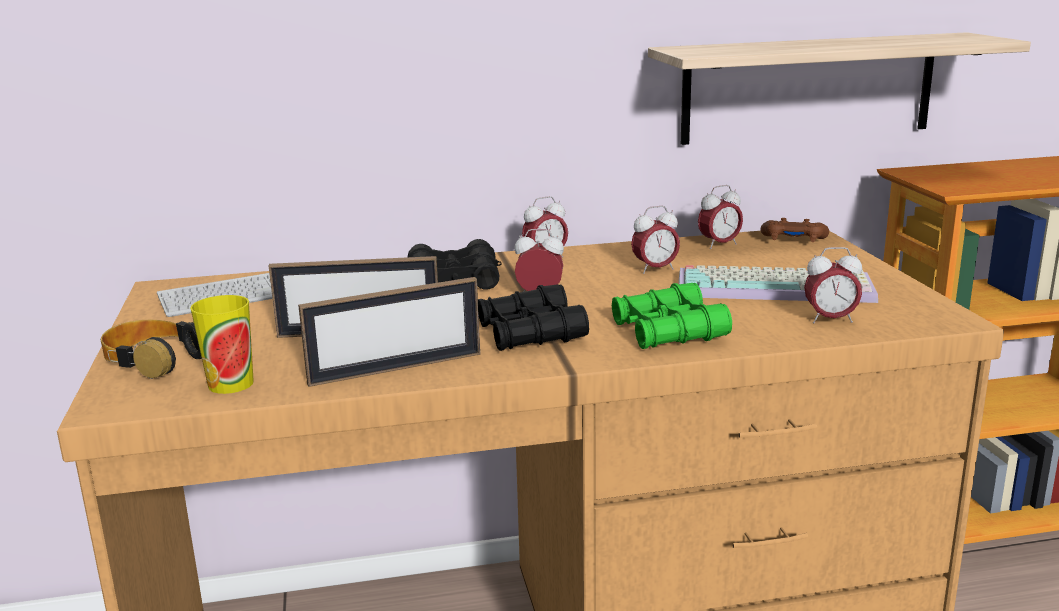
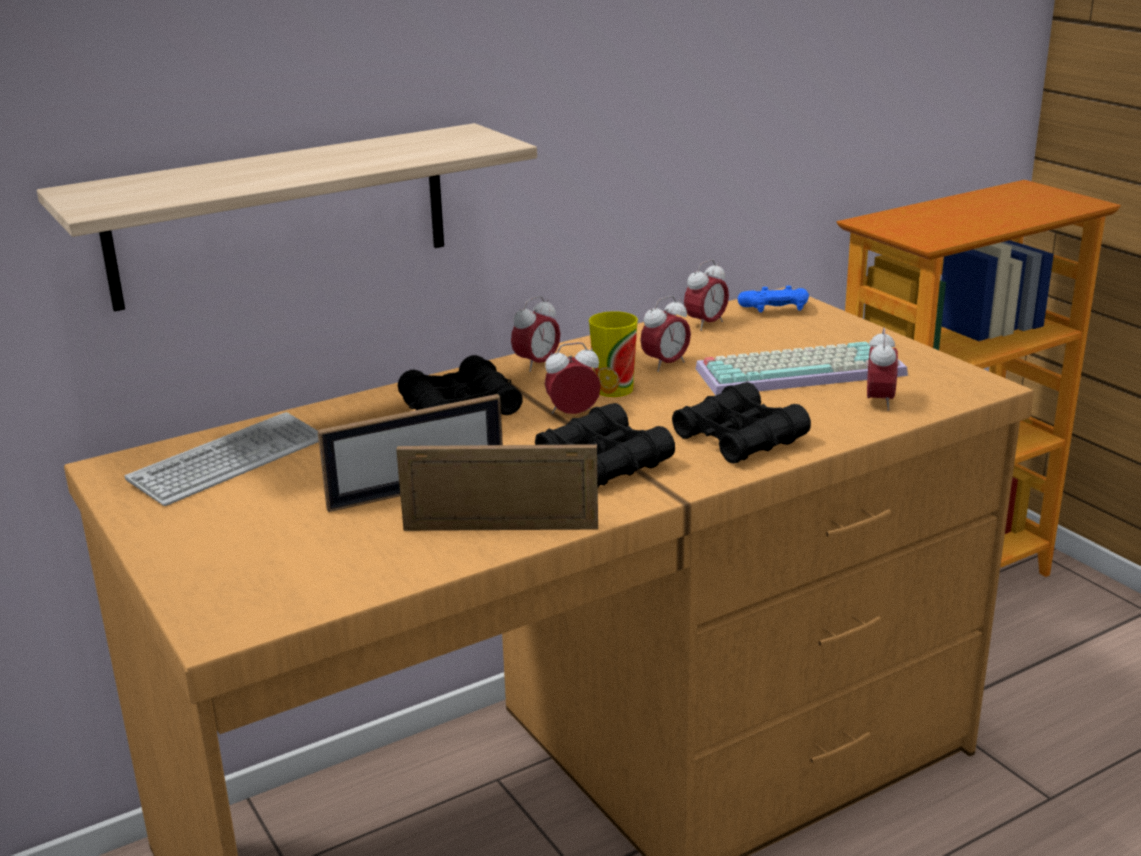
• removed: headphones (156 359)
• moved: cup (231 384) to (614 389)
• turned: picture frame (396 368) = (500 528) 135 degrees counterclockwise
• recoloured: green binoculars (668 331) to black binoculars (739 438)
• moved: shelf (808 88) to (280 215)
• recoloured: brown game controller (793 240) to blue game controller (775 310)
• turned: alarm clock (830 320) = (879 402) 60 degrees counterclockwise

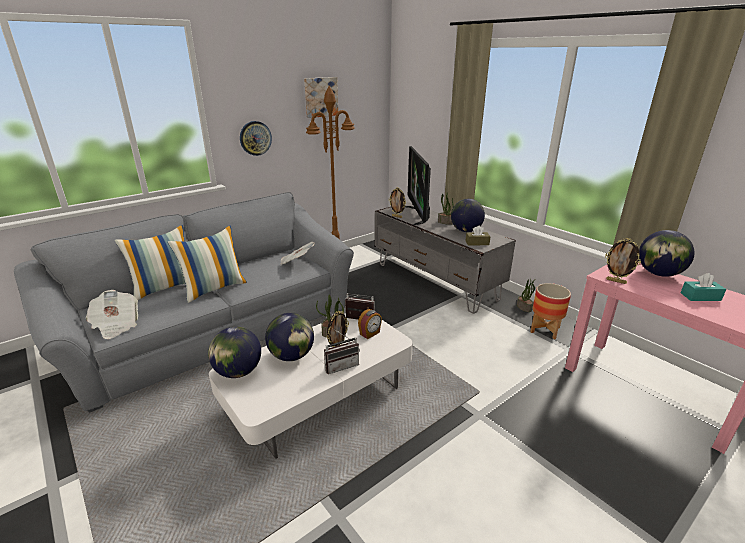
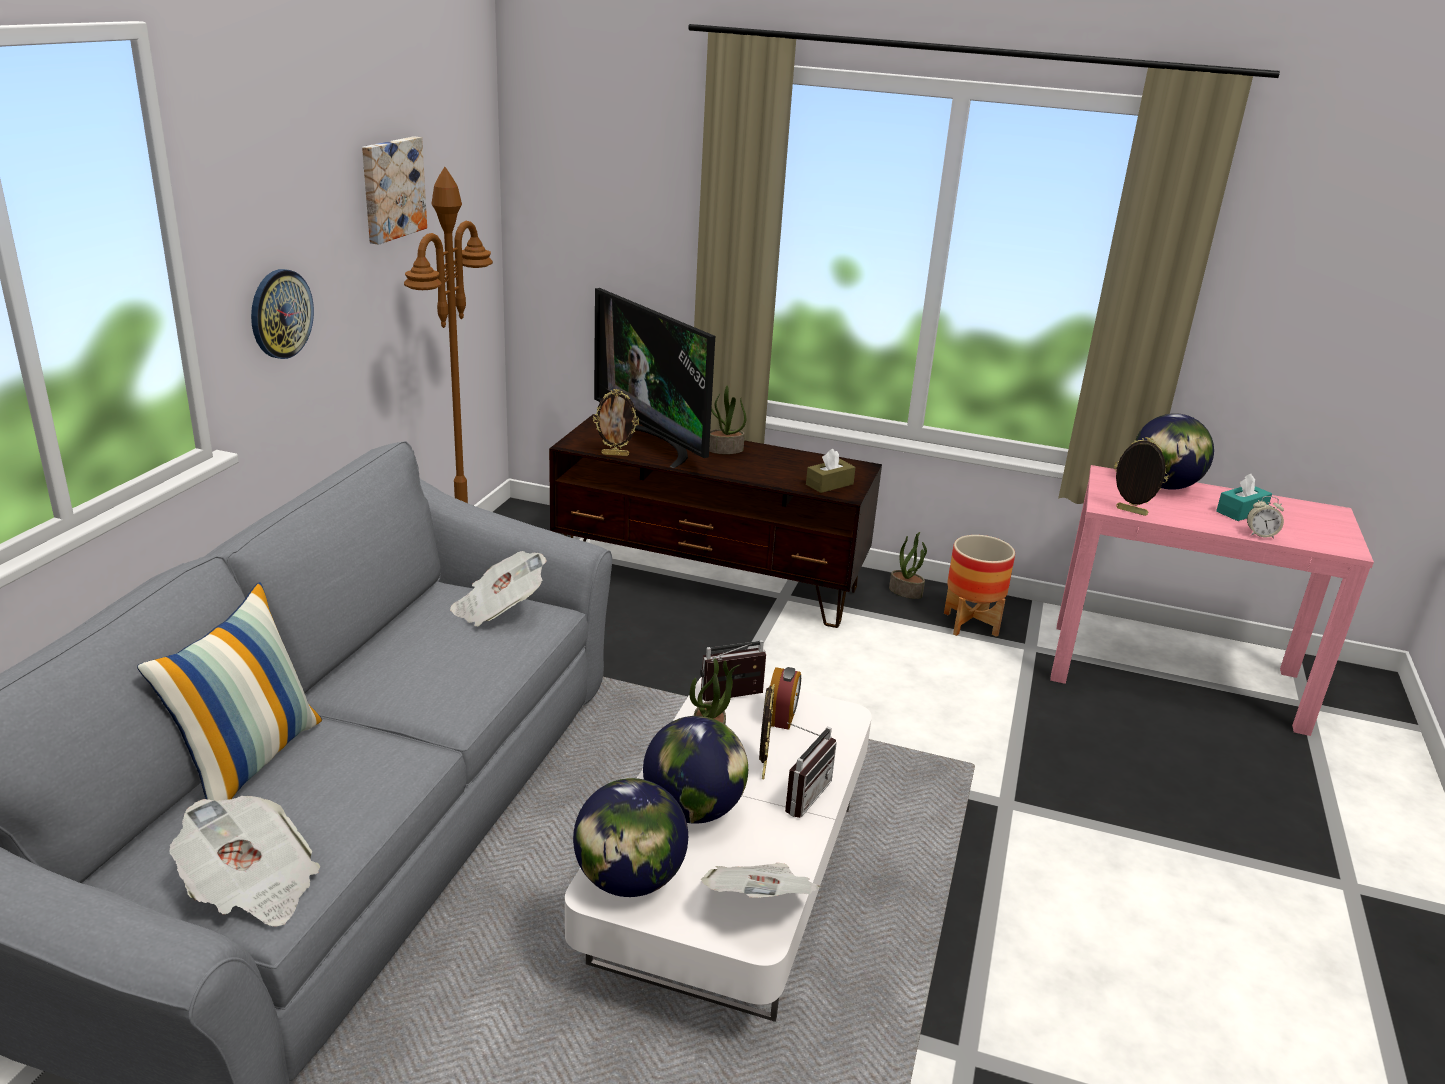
• removed: pillow (214 288)
• recoloured: grey tv stand (435 281) to brown tv stand (710 579)
• removed: globe (466 231)
• turned: picture frame (616 281) = (1131 512) 150 degrees counterclockwise
• added: newspaper (759 903)
• added: alarm clock (1260 535)

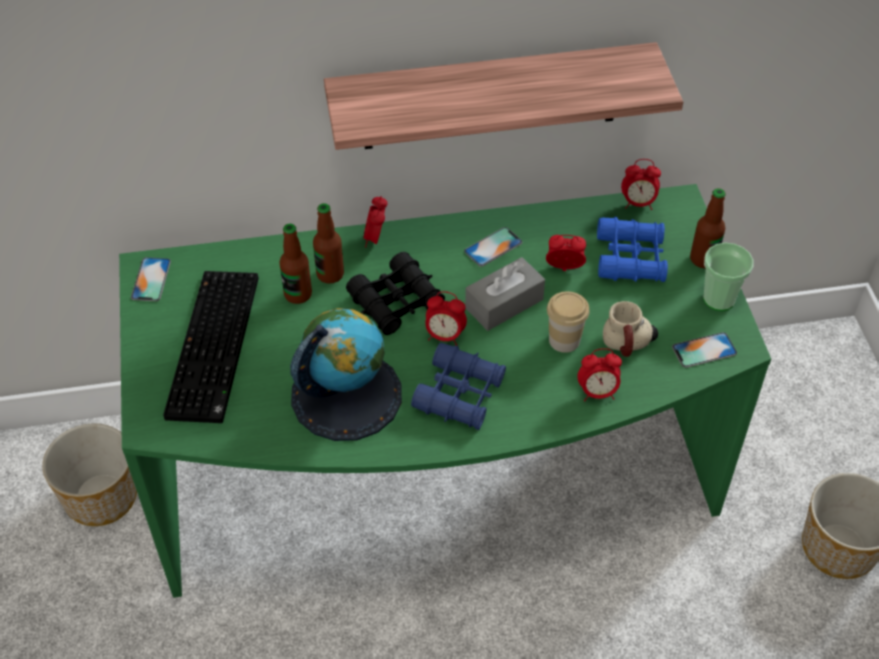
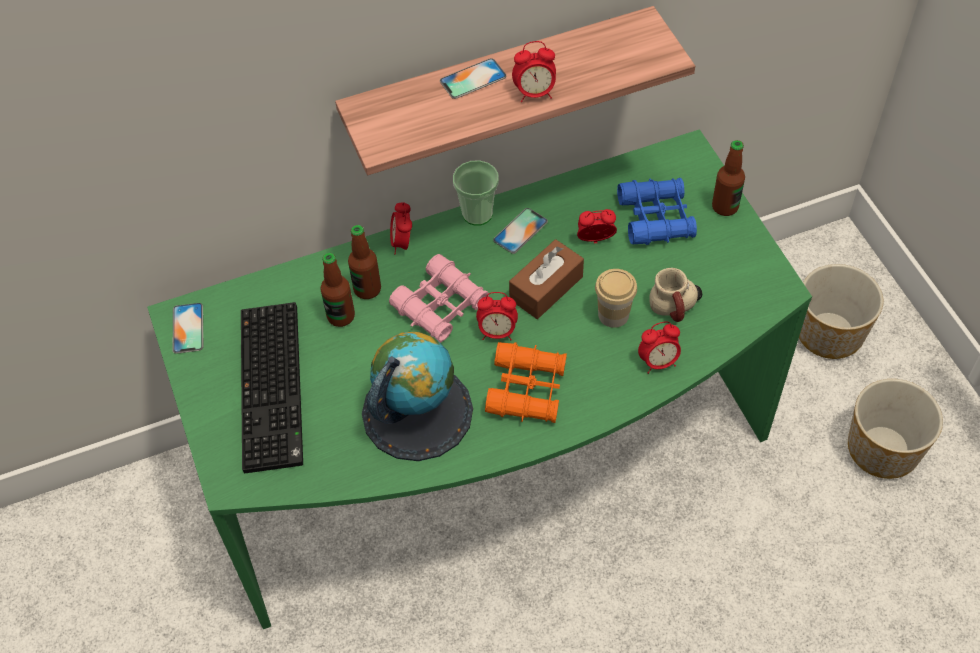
• moved: planter (102 496) to (830 332)
• recoloured: black binoculars (396 301) to pink binoculars (440 305)
• recoloured: blue binoculars (459 394) to orange binoculars (527 389)
• recoloured: grey tissue box (504 303) to brown tissue box (546 288)
• moved: alarm clock (638 203) to (534 93)
• moved: phone (704 350) to (473 79)
• moved: cup (719 299) to (477 214)

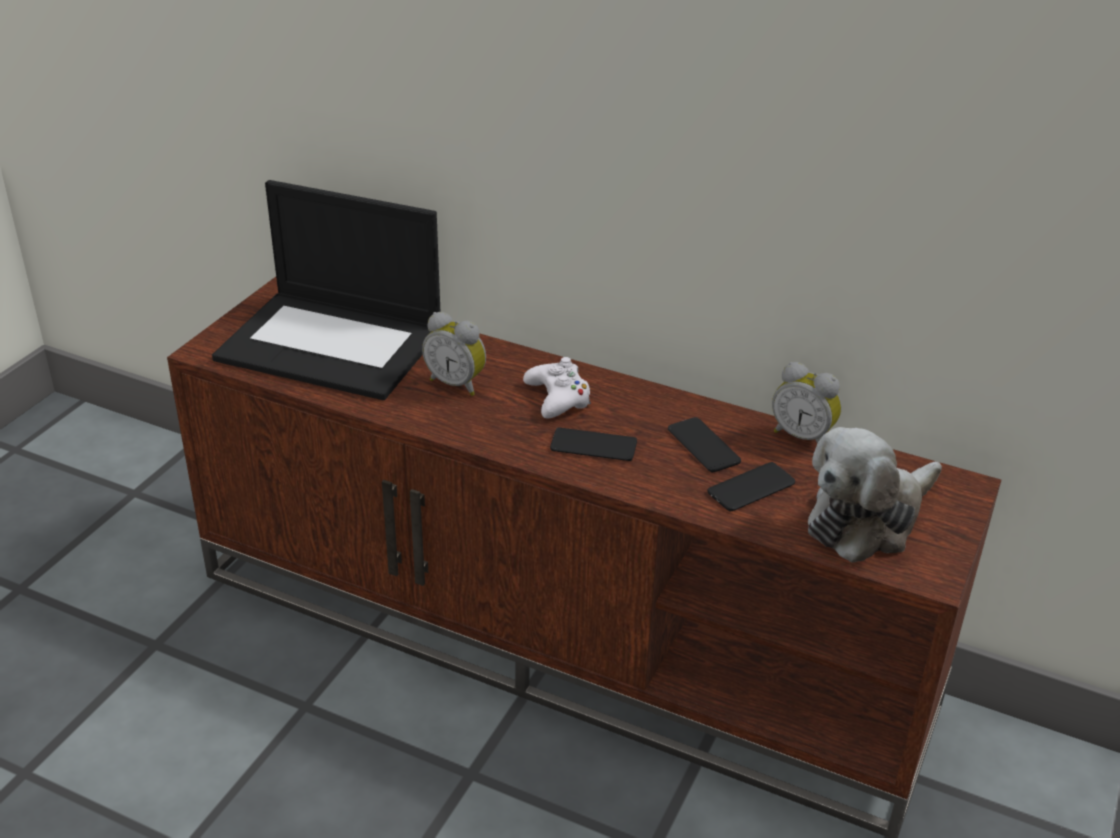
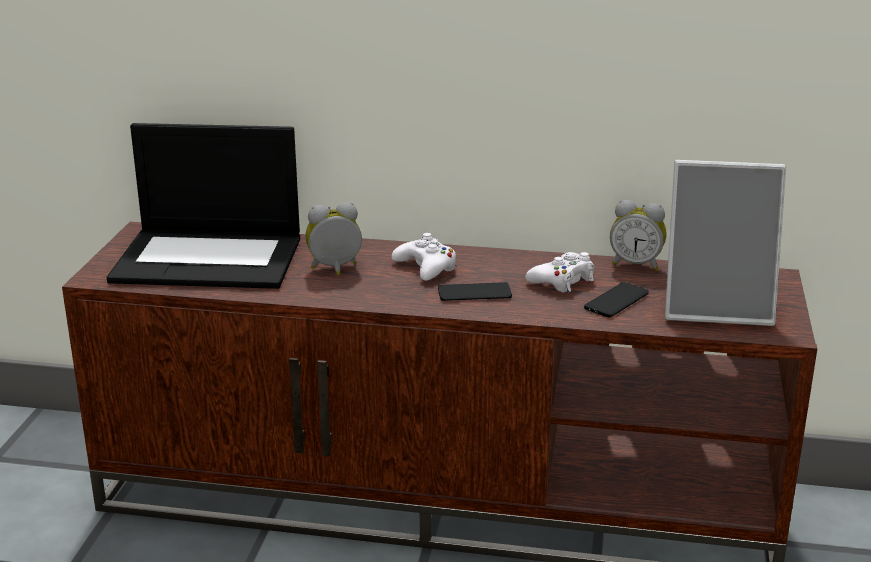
• turned: alarm clock (457 383) = (335 269) 150 degrees clockwise
• replaced: phone (703 445) to white game controller (562 281)
• replaced: plush toy (867 520) to picture frame (717 307)

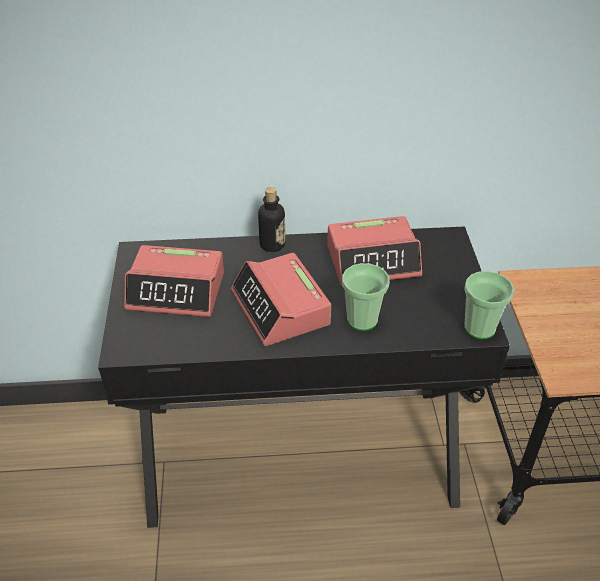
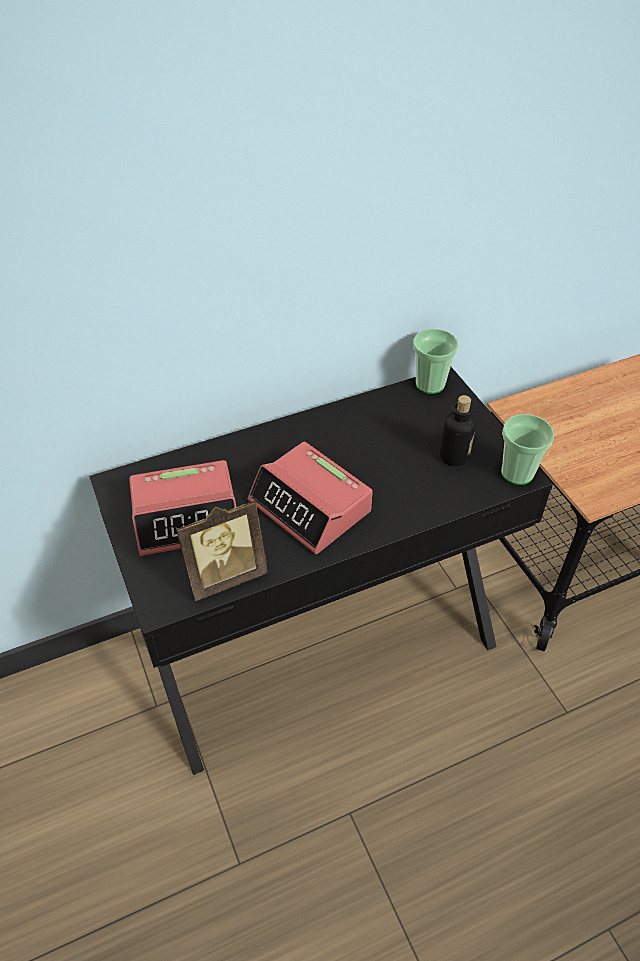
• moved: bottle (272 245) to (454 457)
• removed: alarm clock (373 260)
• moved: cup (362 320) to (430 384)
• added: picture frame (225 575)

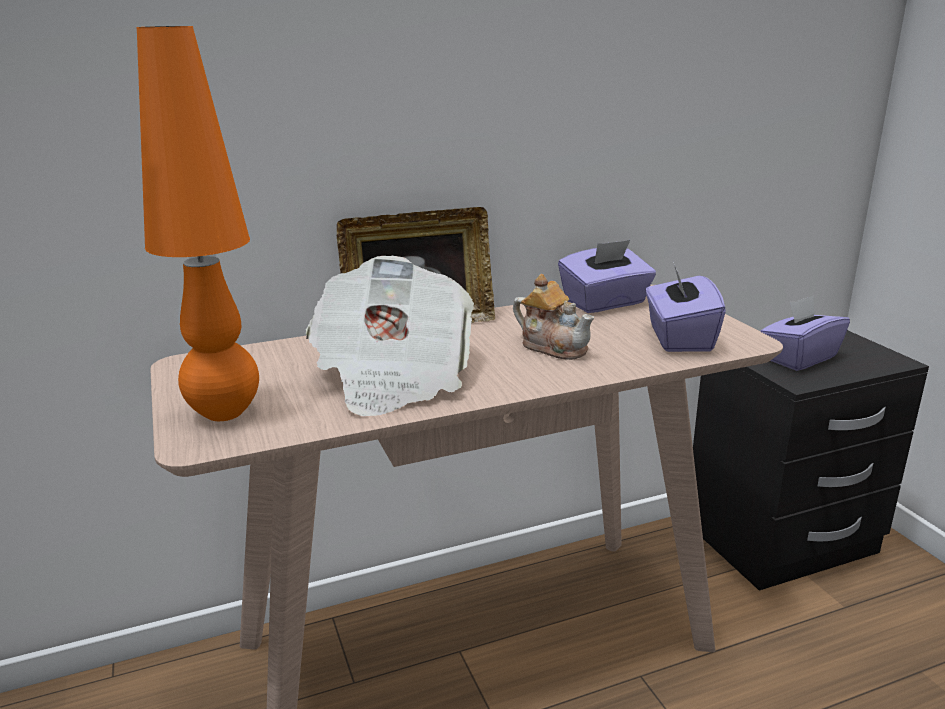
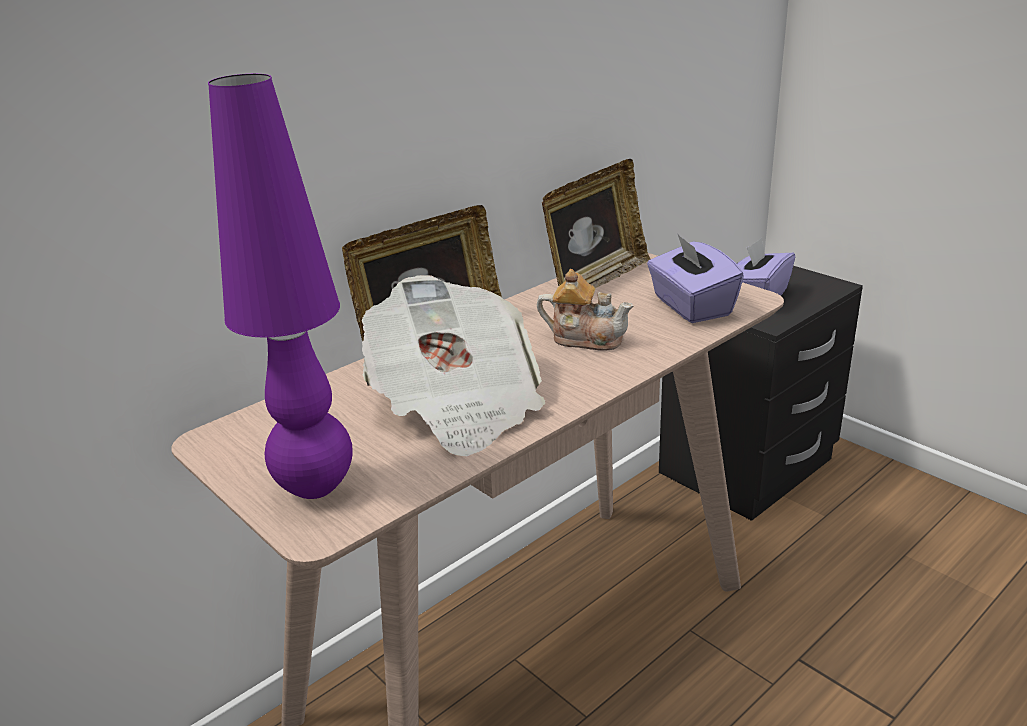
• recoloured: orange table lamp (225 413) to purple table lamp (316 487)
• replaced: purple tissue box (605 303) to picture frame (595 280)

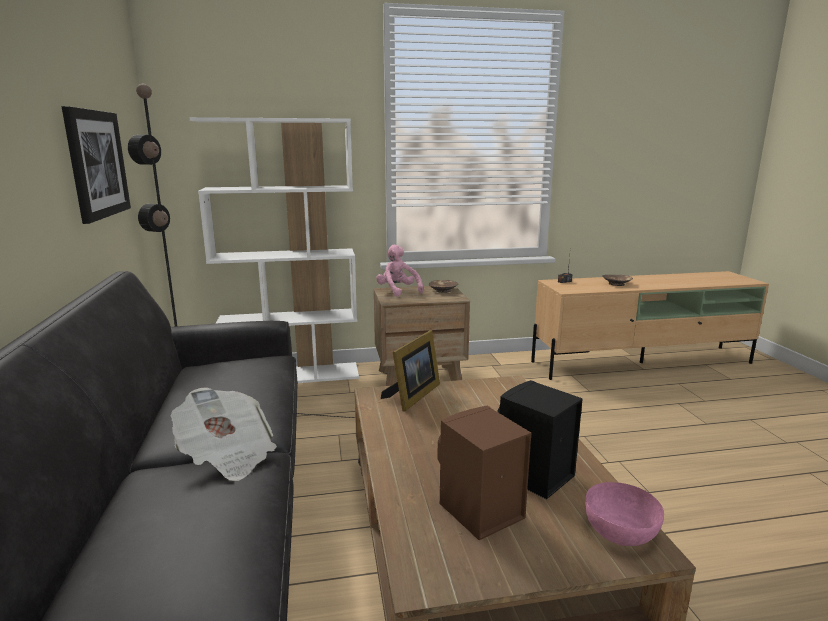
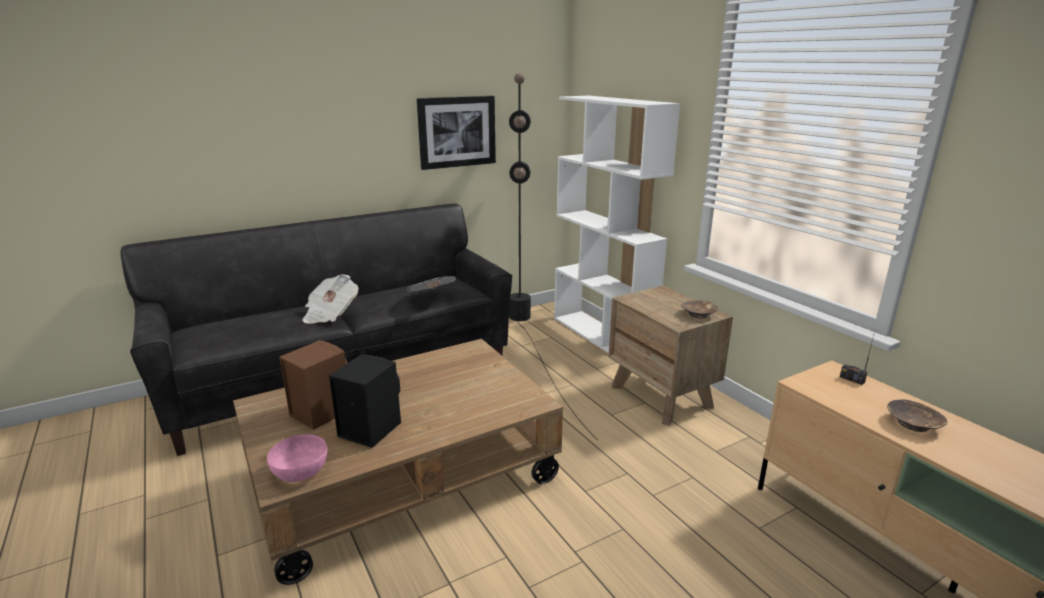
• removed: pink plush toy (398 291)
• removed: picture frame (412 396)
• added: newspaper (432 297)

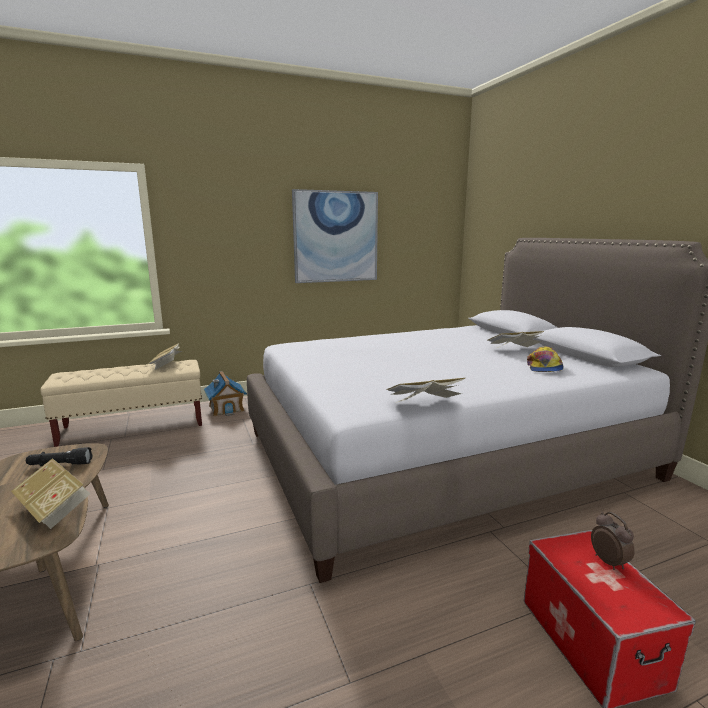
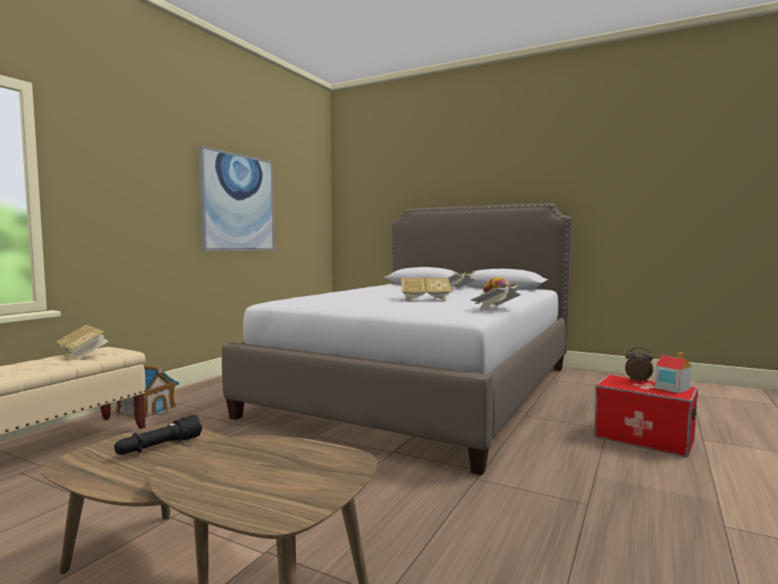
• moved: book (54 508) to (425 299)
• added: toy house (671 388)

